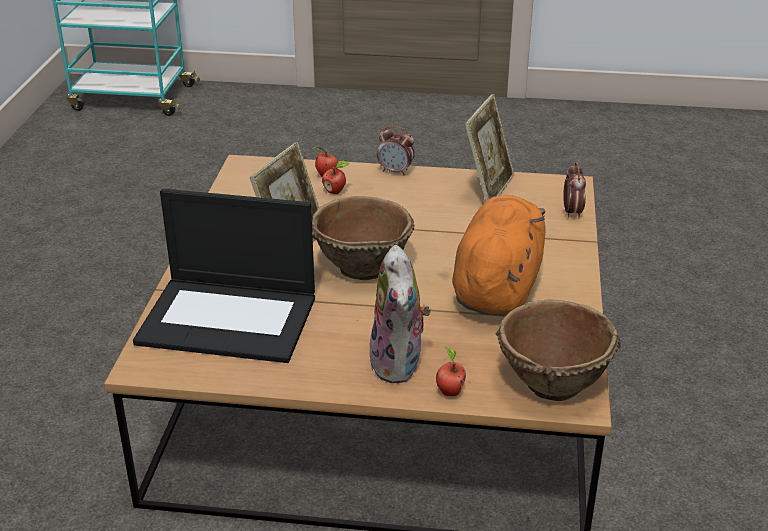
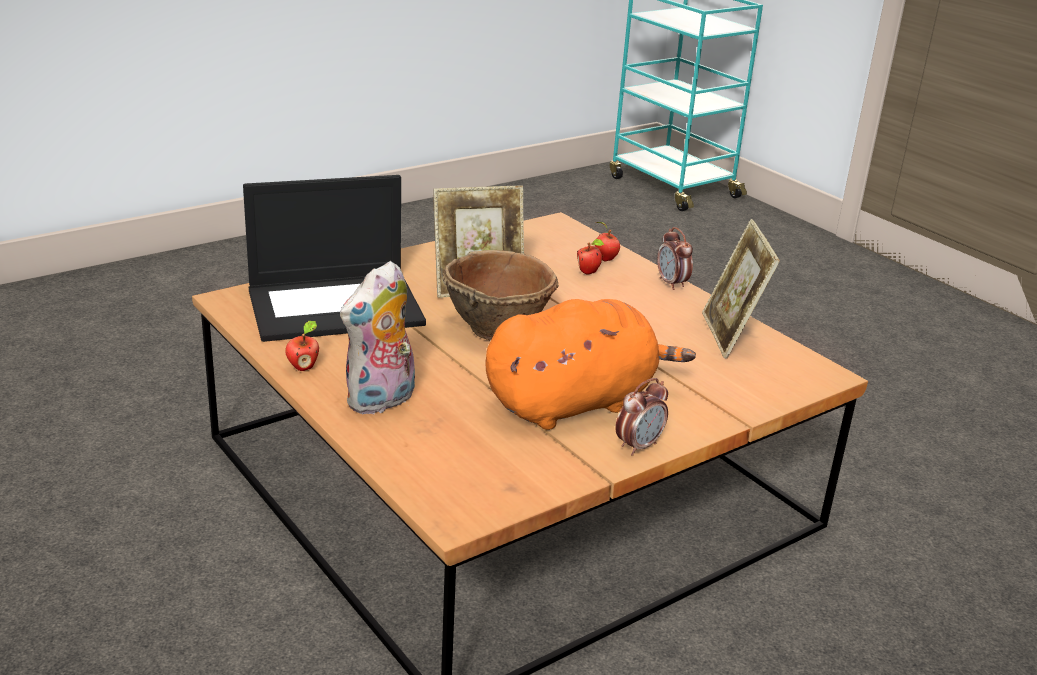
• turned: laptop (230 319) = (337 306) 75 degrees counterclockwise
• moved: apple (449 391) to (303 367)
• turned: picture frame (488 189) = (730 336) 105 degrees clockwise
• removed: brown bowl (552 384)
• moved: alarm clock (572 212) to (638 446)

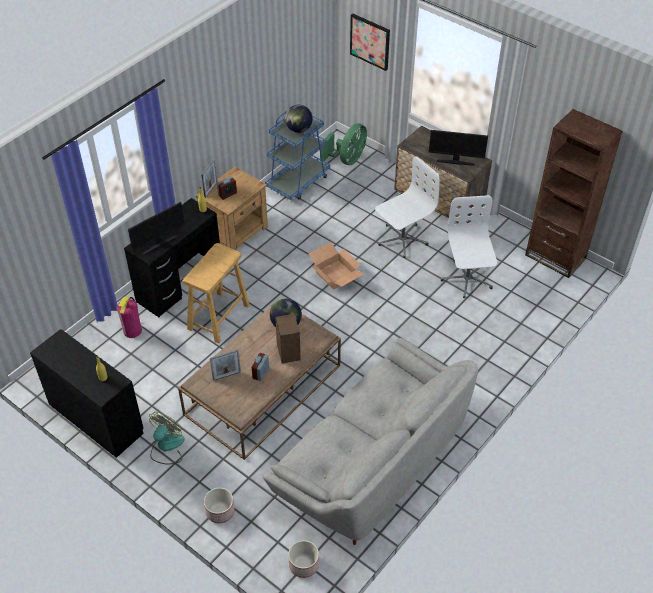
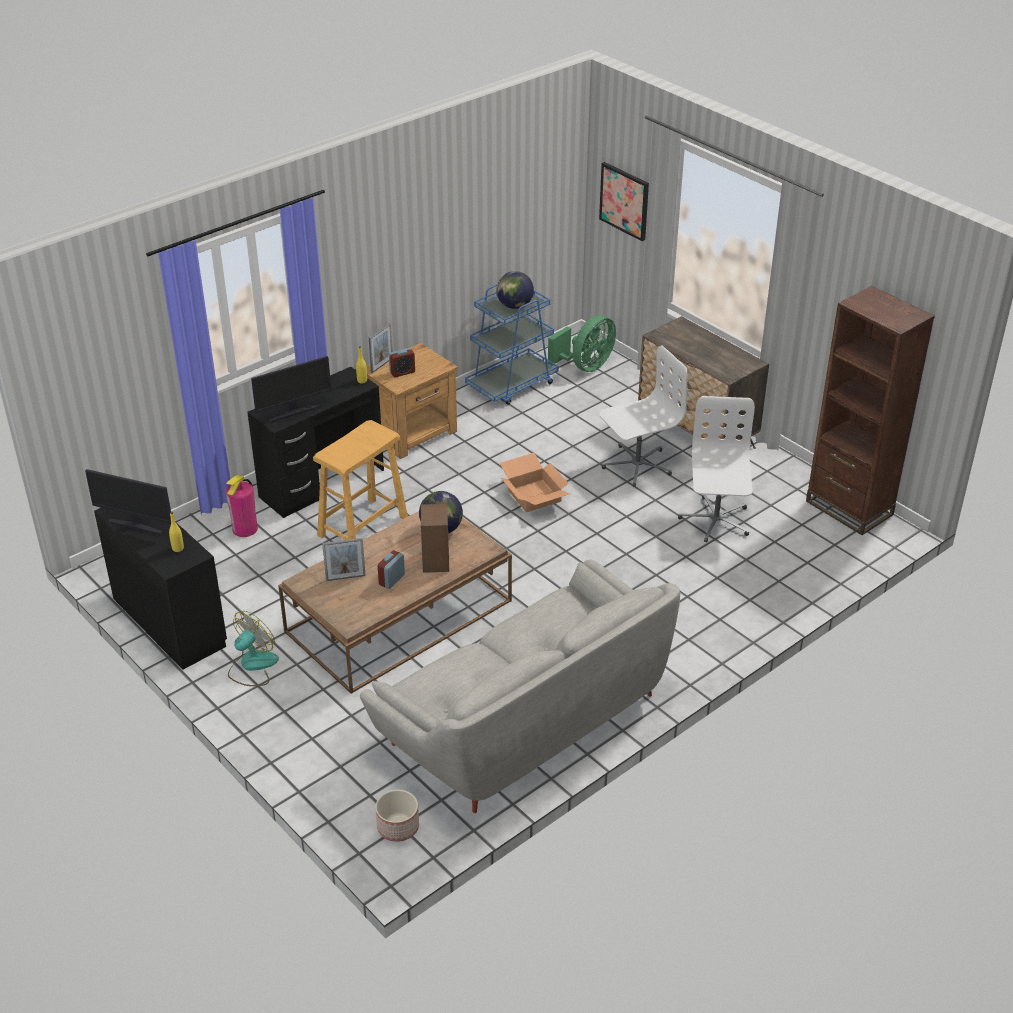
• removed: planter (219 511)
• moved: monitor (455 162) to (136 525)

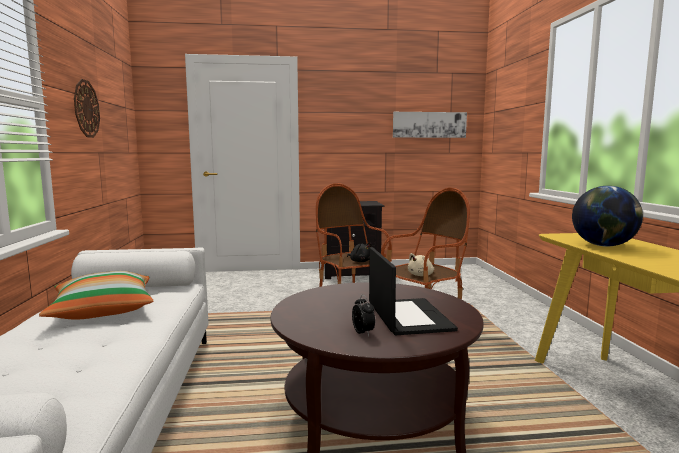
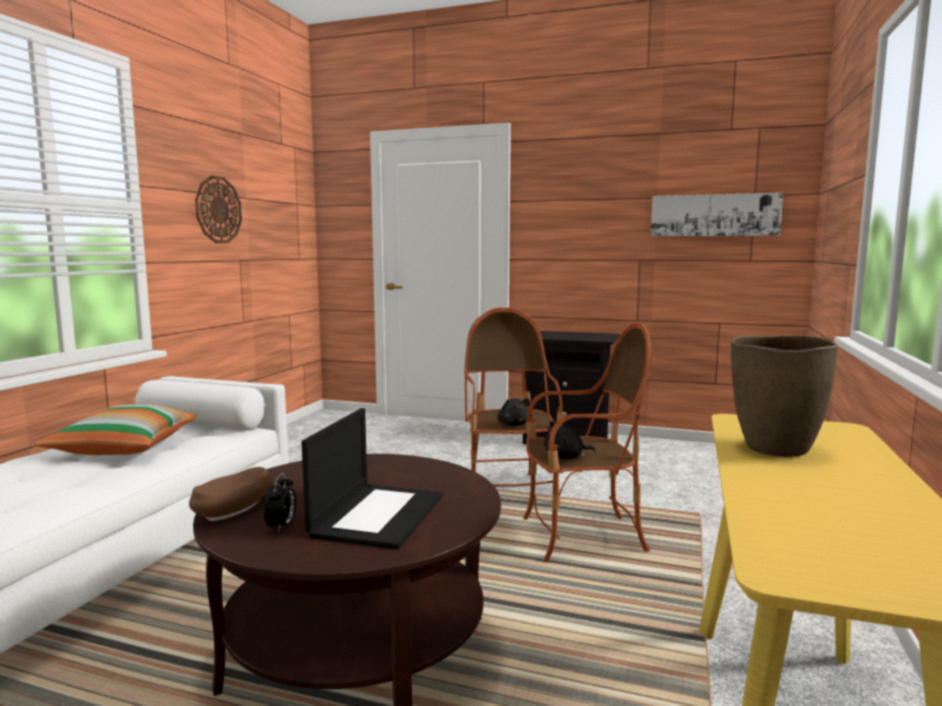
• recoloured: beige plush toy (421 275) to black plush toy (566 457)
• replaced: globe (603 245) to brown vase (775 449)
• added: brown bowl (233 509)

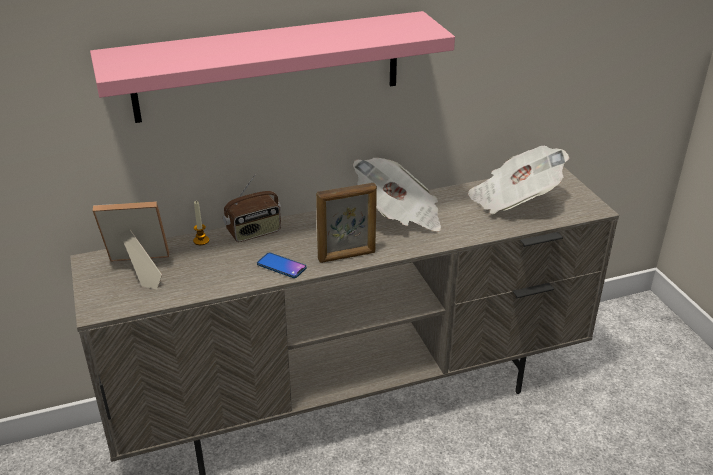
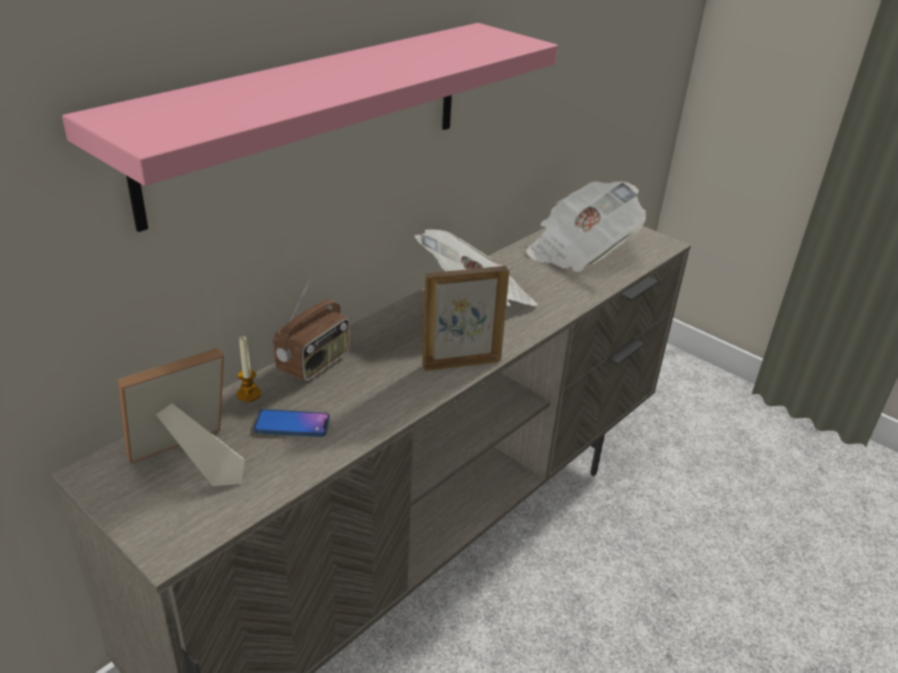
• moved: phone (281 266) to (292 424)
• turned: picture frame (347 256) = (460 362) 150 degrees counterclockwise

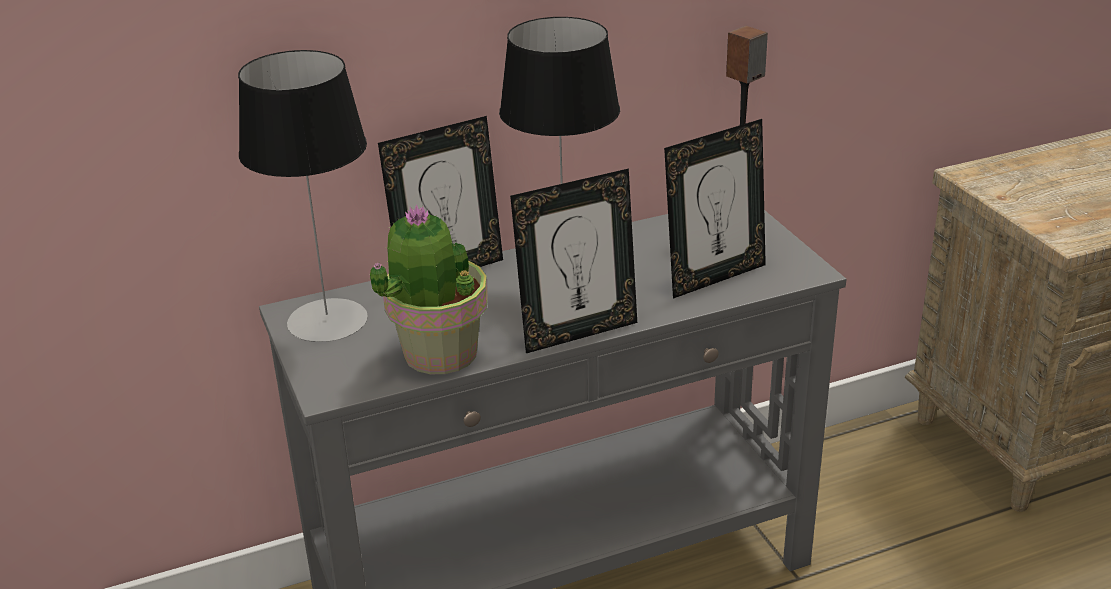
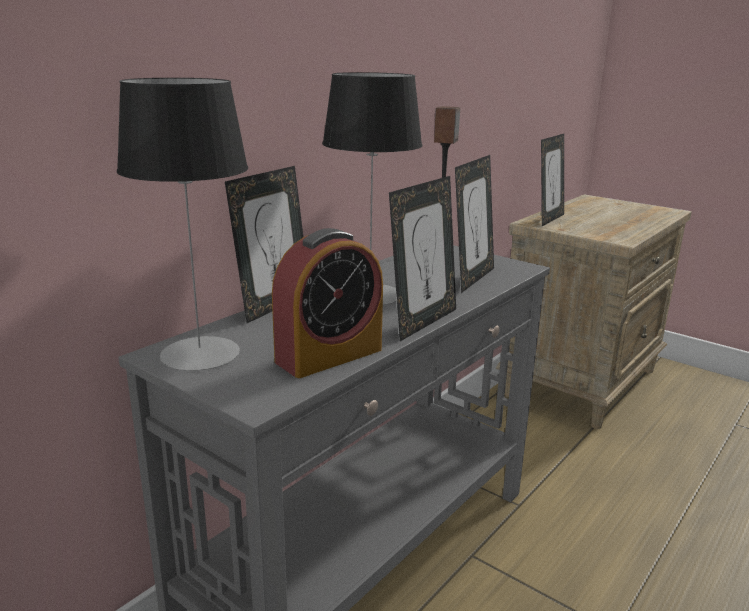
• replaced: potted plant (439 354) to alarm clock (329 355)
• added: picture frame (548 219)

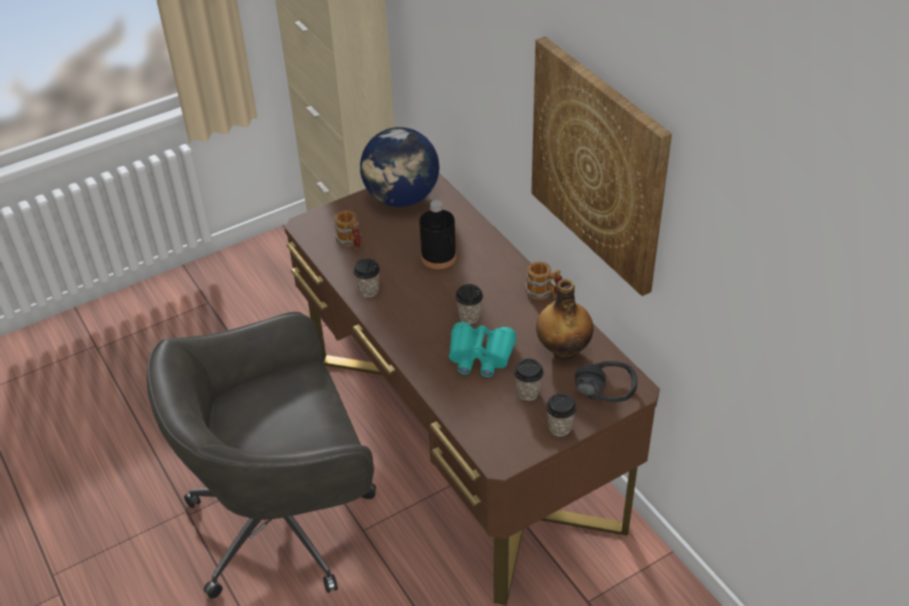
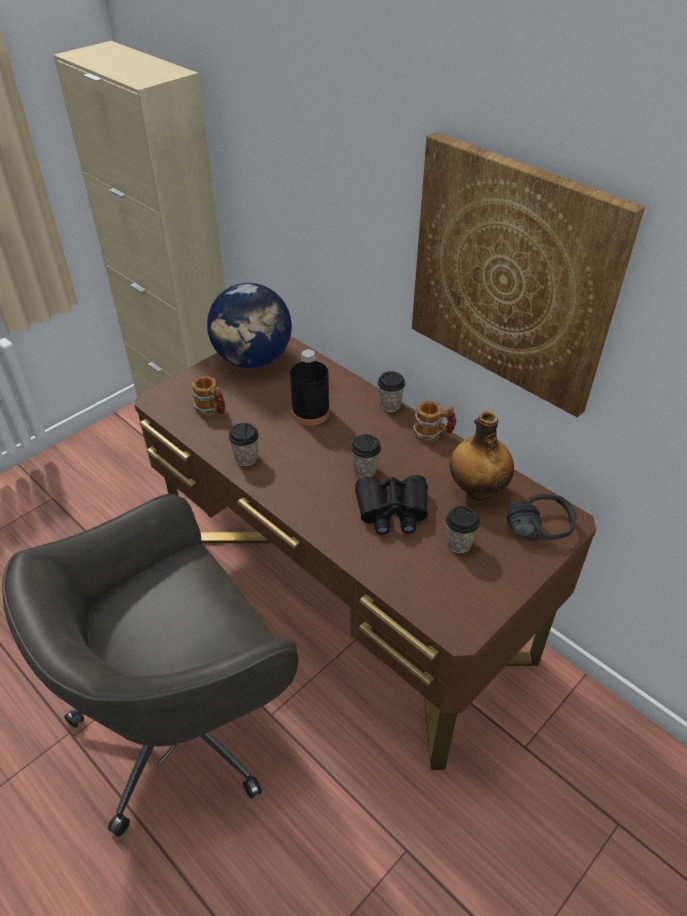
• recoloured: turquoise binoculars (480 356) to black binoculars (392 511)
• moved: cup (560 427) to (390 405)

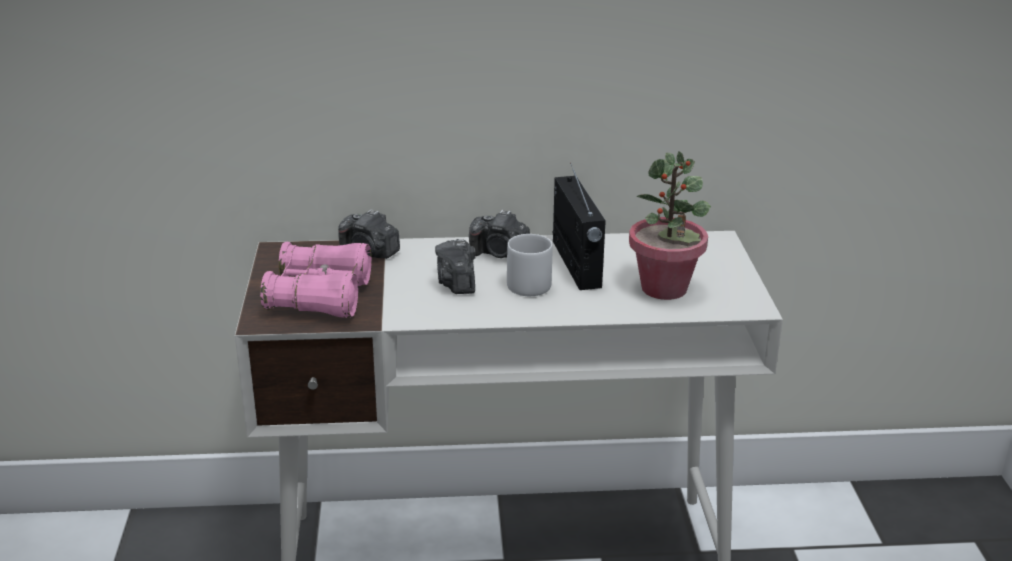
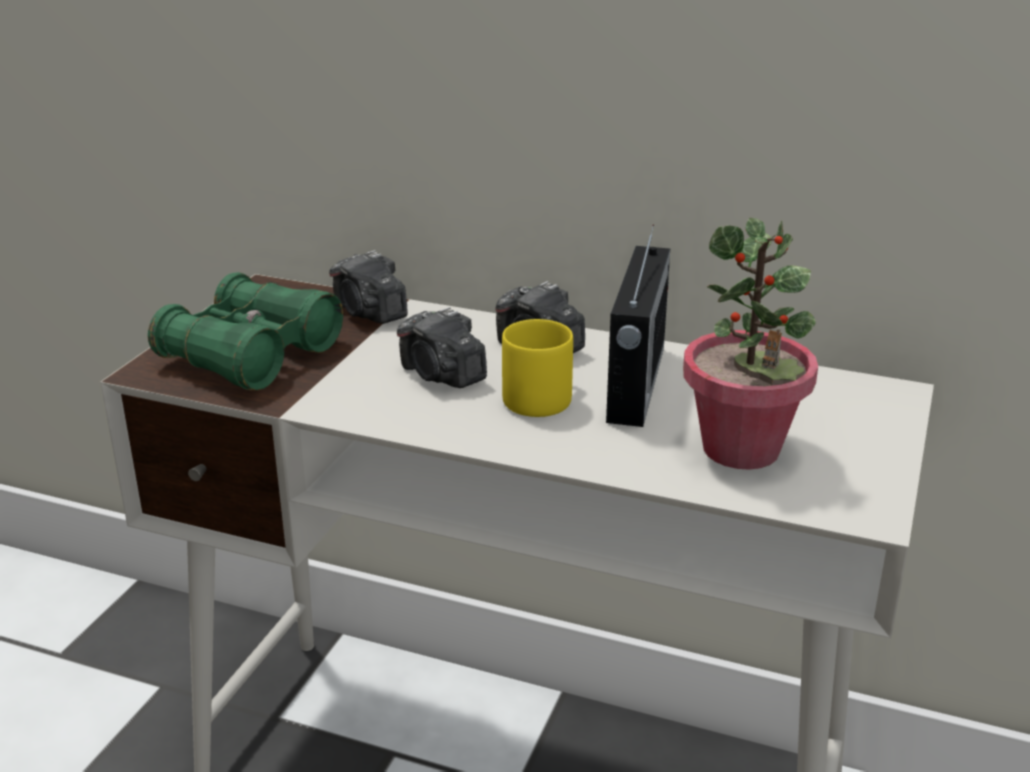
• recoloured: pink binoculars (320 296) to green binoculars (251 355)
• turned: photo camera (457 283) = (442 375) 60 degrees counterclockwise
• recoloured: grey mug (530 283) to yellow mug (542 397)

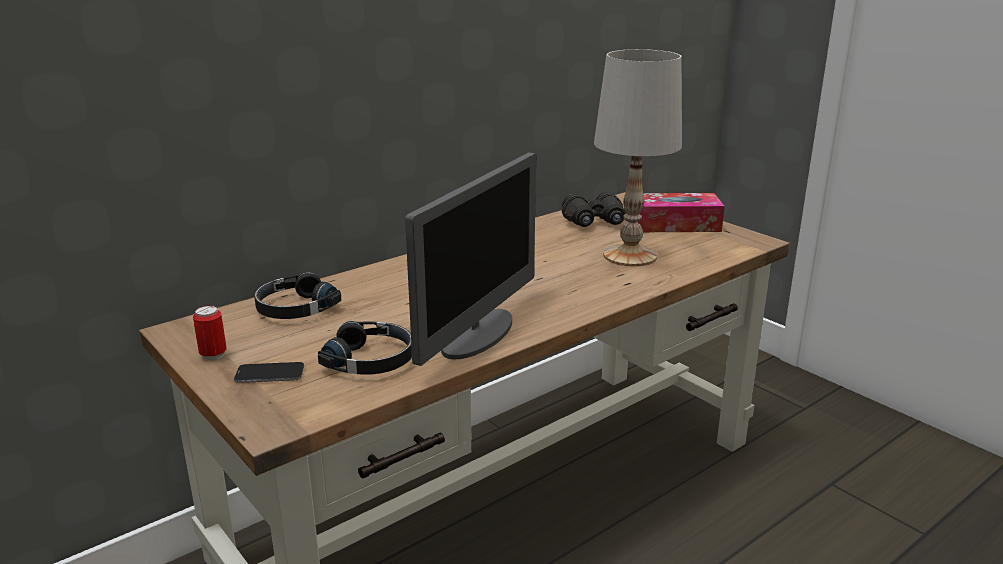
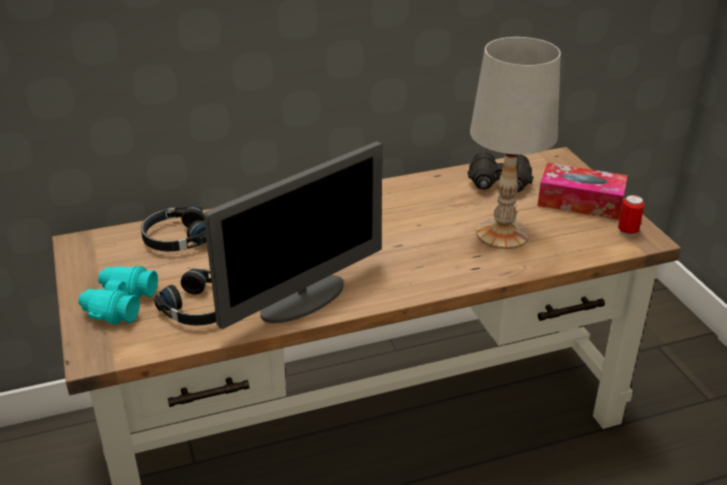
• moved: can (213 355) to (627 232)
• replaced: phone (269 374) to turquoise binoculars (119 304)

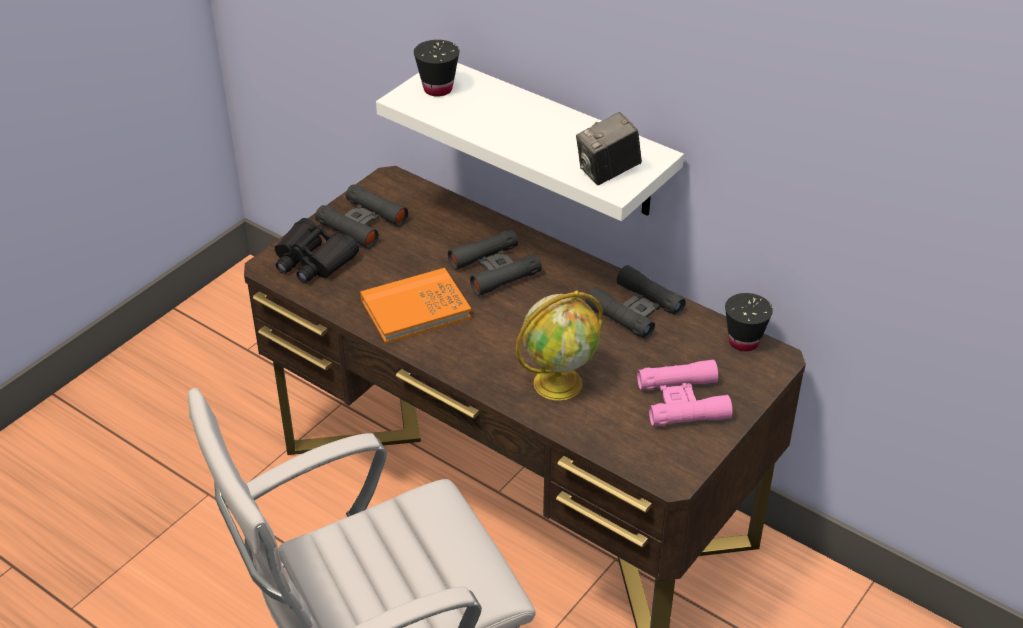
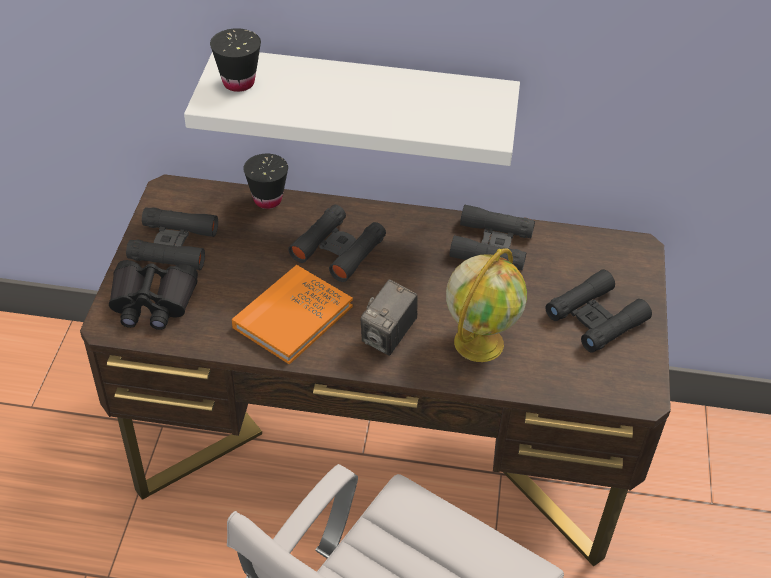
• moved: photo camera (607 172) to (388 337)
• recoloured: pink binoculars (682 401) to black binoculars (595 318)
• moved: black cup (743 342) to (267 200)

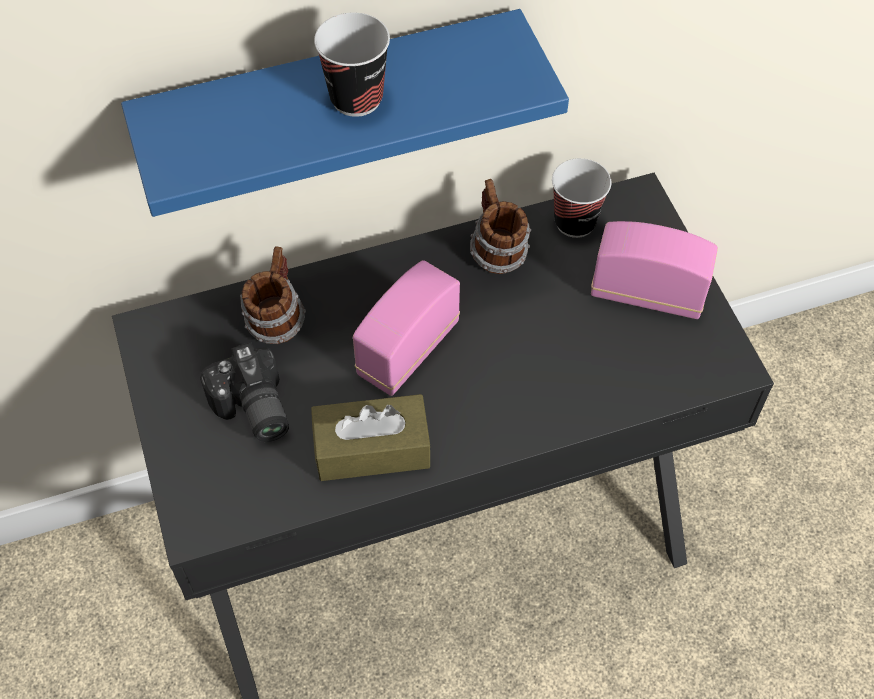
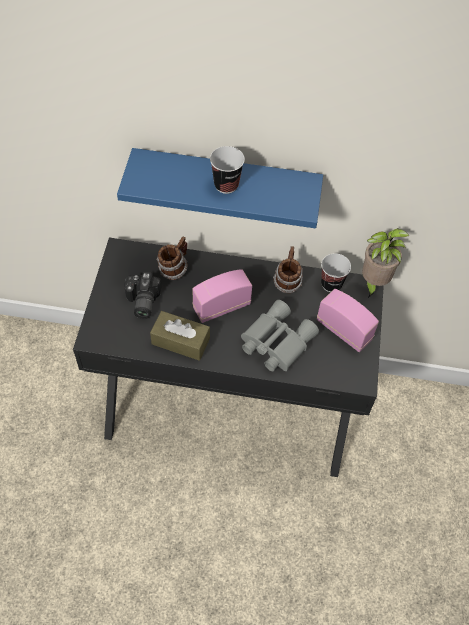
• added: grey binoculars (275 341)
• added: potted plant (373 283)

